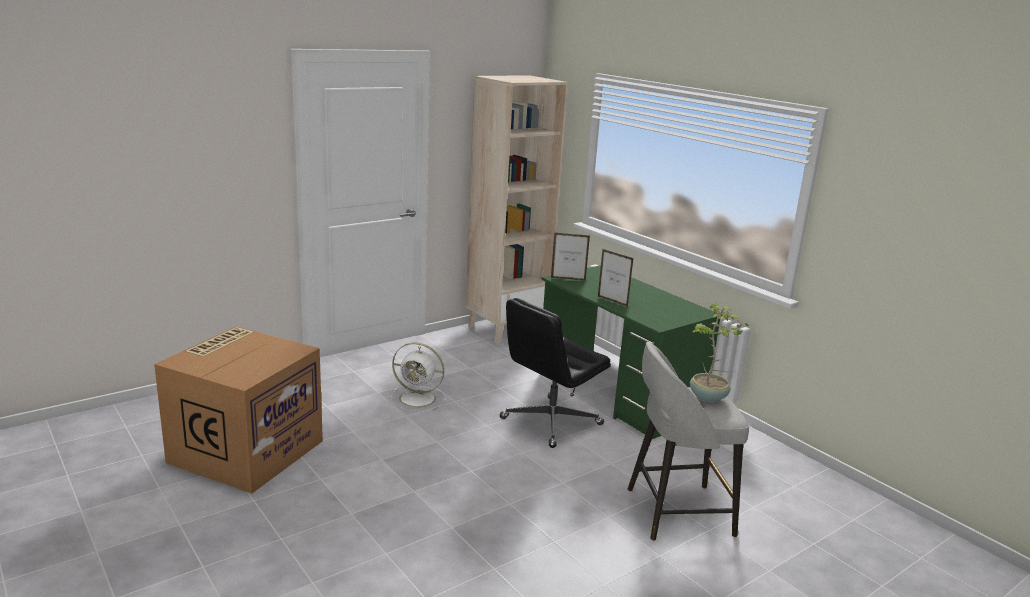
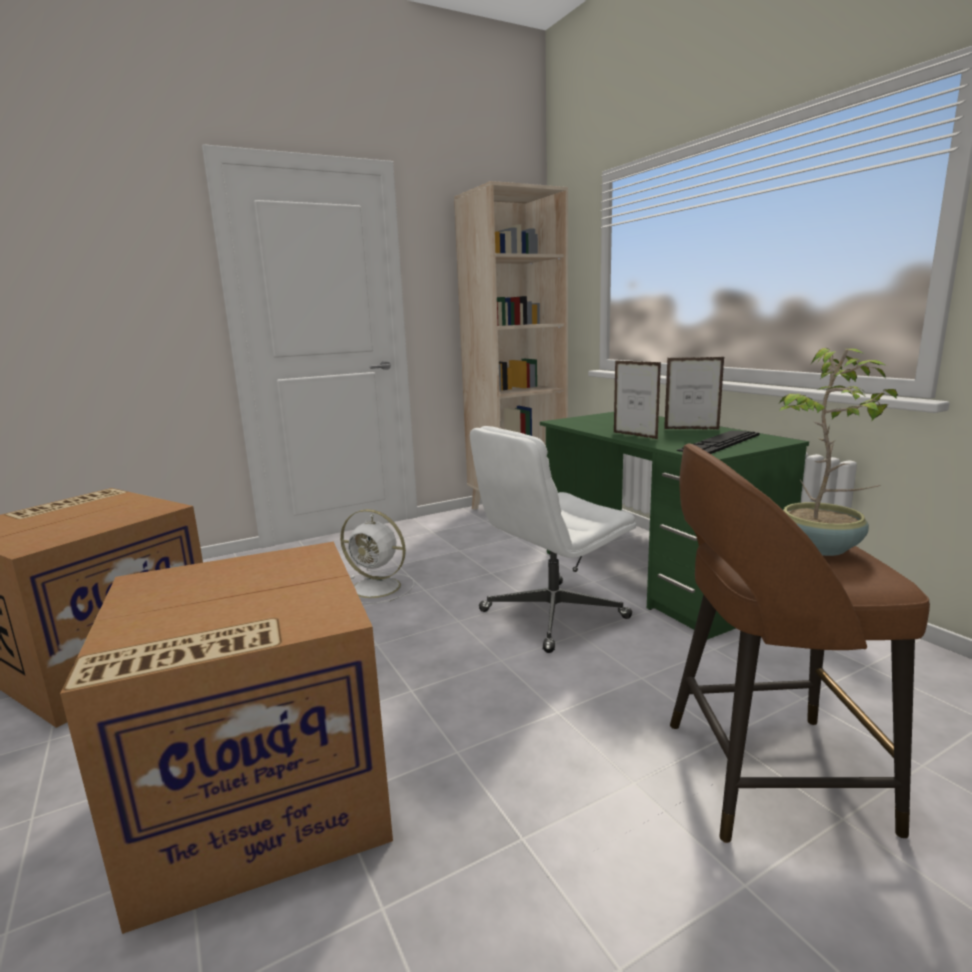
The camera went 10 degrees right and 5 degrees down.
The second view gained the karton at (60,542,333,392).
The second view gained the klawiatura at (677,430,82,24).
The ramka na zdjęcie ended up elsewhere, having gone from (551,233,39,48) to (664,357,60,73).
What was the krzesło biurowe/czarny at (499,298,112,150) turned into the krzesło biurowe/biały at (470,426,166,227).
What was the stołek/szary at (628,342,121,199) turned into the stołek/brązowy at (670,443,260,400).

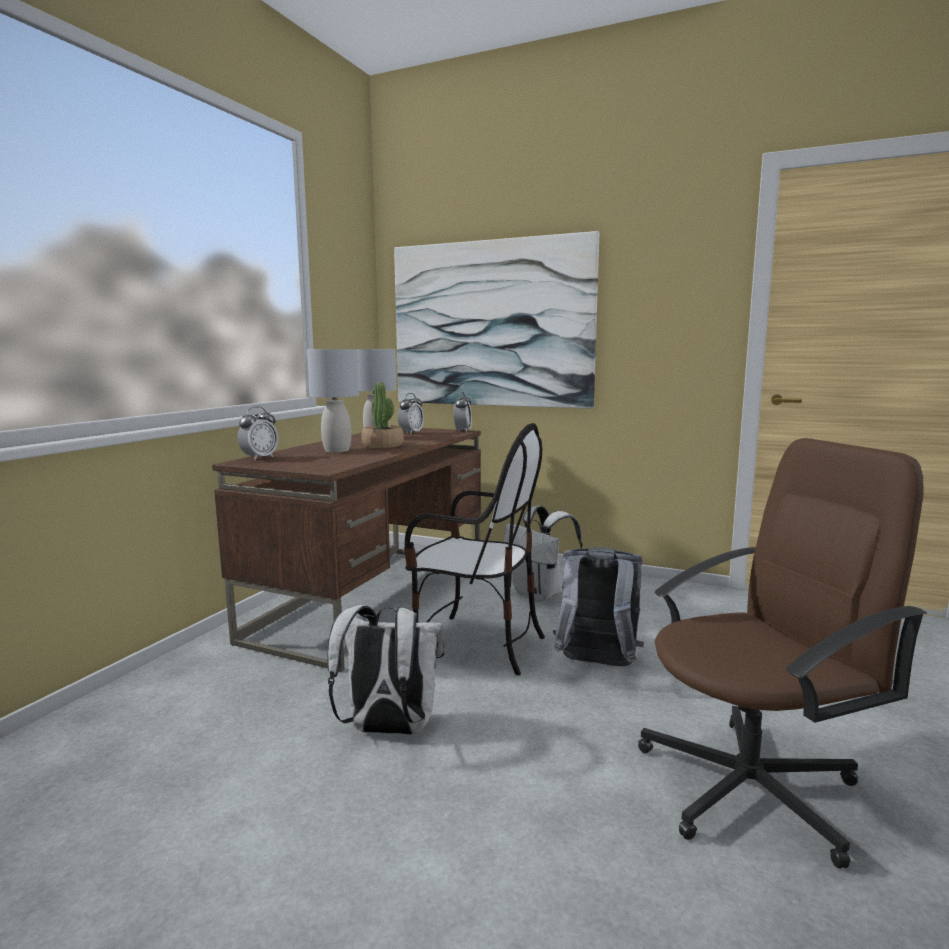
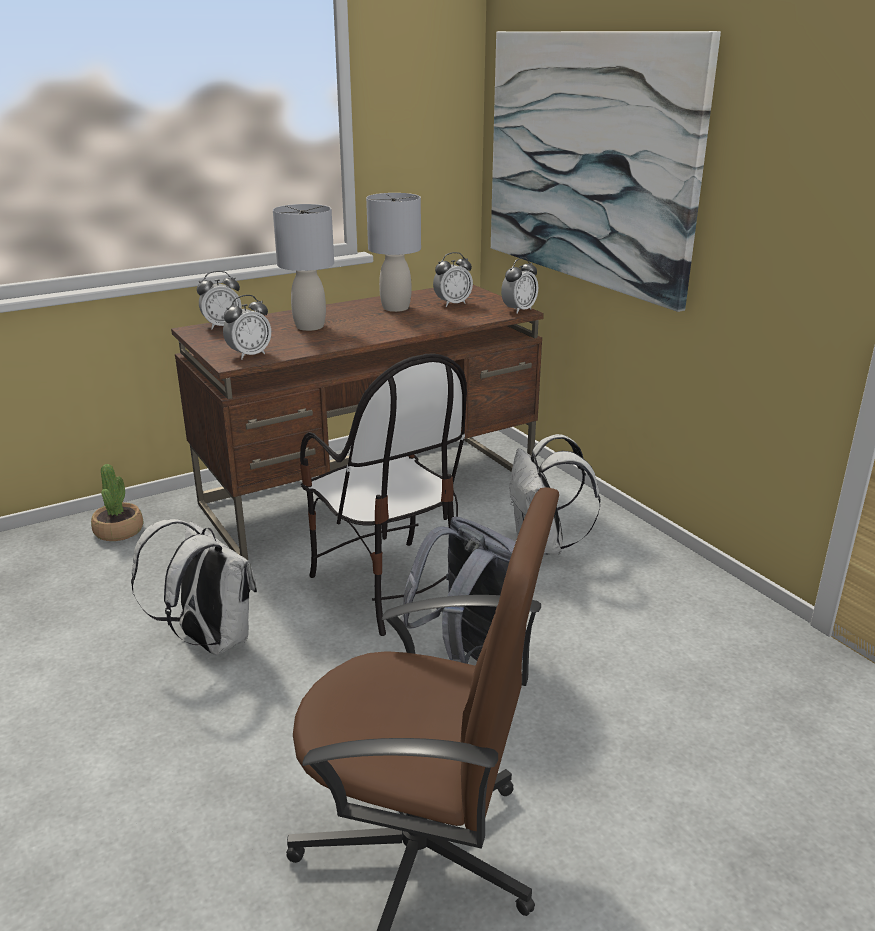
The camera went 35 degrees right and 15 degrees up.
The second view gained the budzik at (223,295,48,65).
The roślina doniczkowa ended up elsewhere, having gone from (361,382,43,66) to (91,464,52,77).

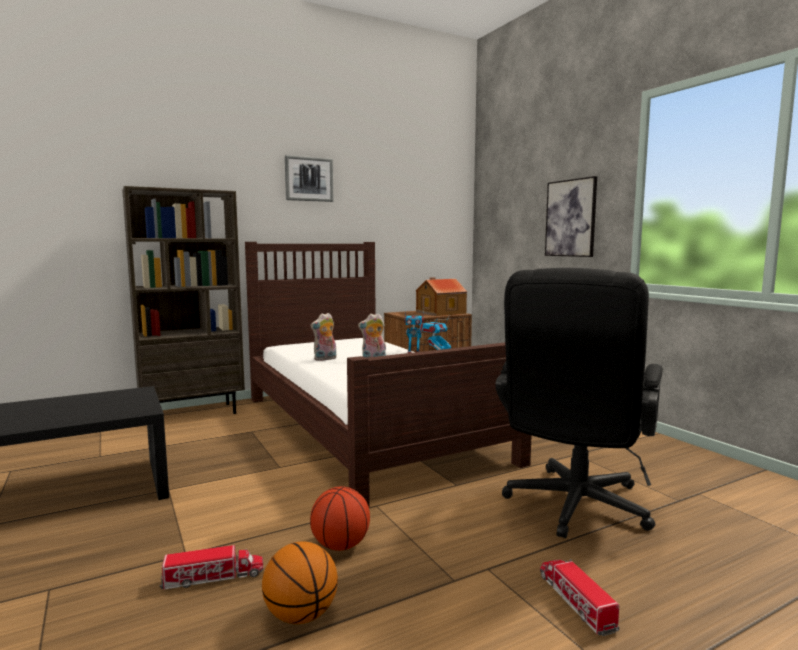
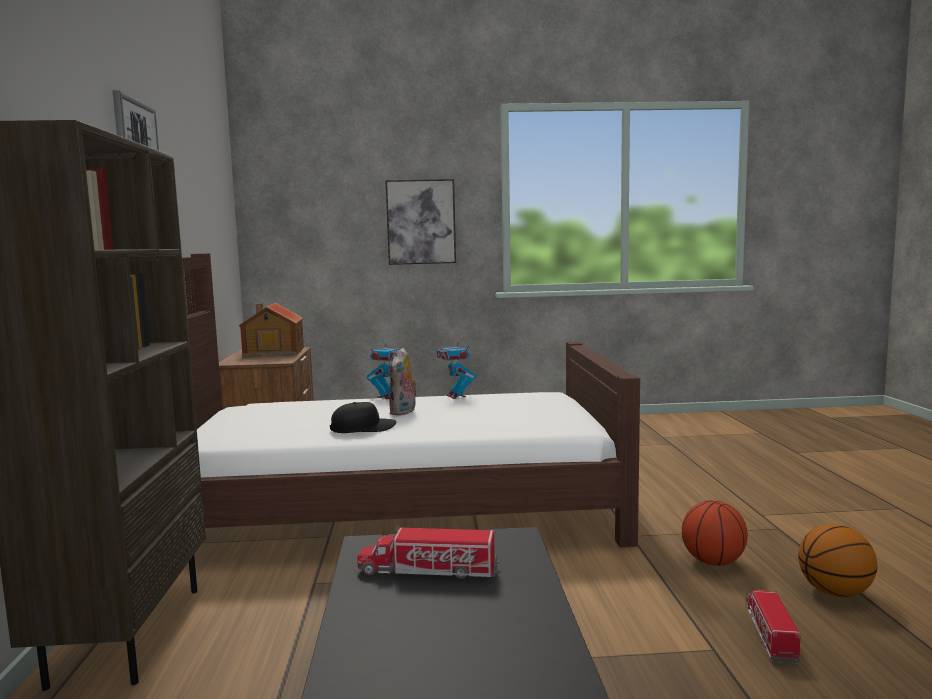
The camera went 65 degrees left and 0 degrees up.
The second view lost the krzesło biurowe/czarny at (495,268,168,270).
The ciężarówka zabawkowa ended up elsewhere, having gone from (540,559,79,77) to (357,527,143,52).
Where the pluszak stood at (310,313,26,48), the czapka z daszkiem/czarny came to stand at (330,402,66,31).

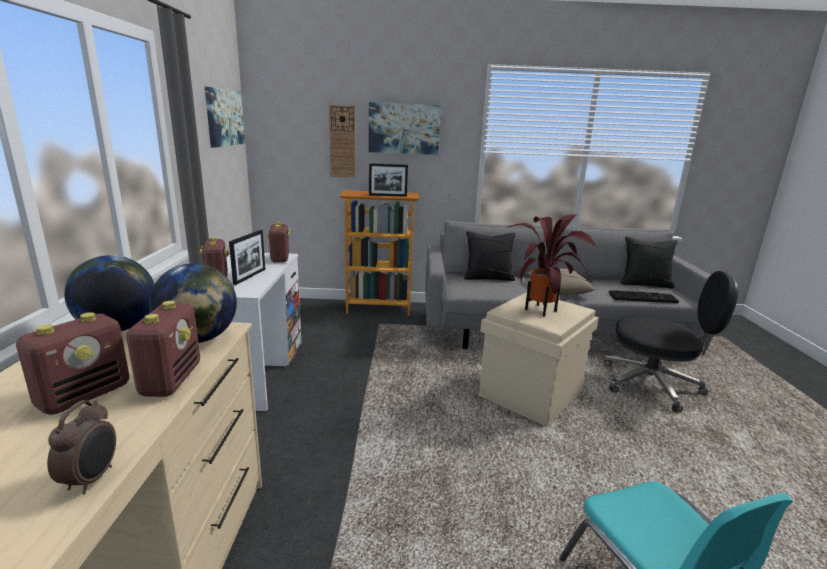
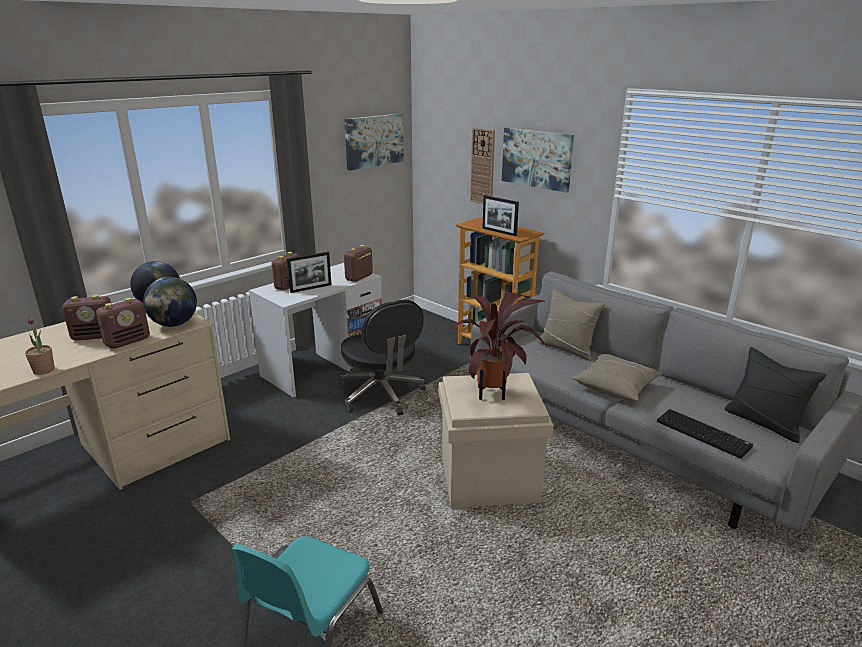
The camera went 45 degrees right and 5 degrees up.
The krzesło biurowe/czarny ended up elsewhere, having gone from (604,271,134,142) to (340,300,86,115).
Where the budzik stood at (47,400,69,94), the roślina doniczkowa came to stand at (25,317,30,58).
What was the poduszka/czarny at (464,231,51,50) turned into the poduszka/beżowy at (538,289,67,72).

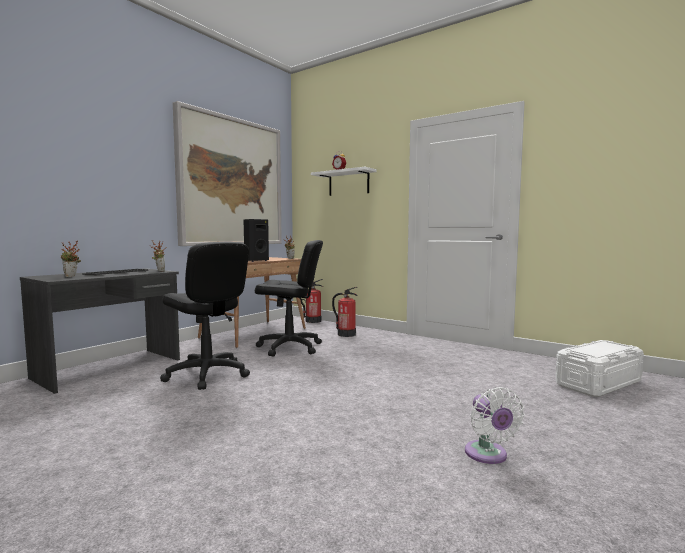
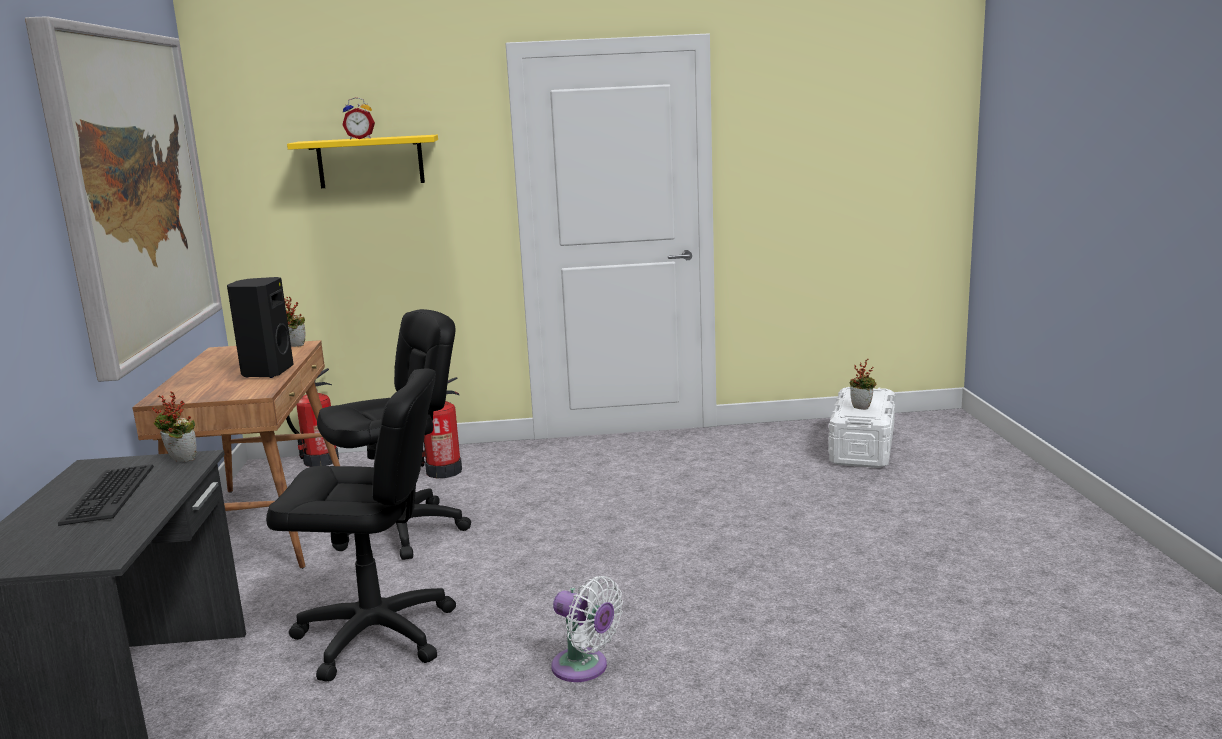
The camera went 40 degrees left and 10 degrees up.
The roślina doniczkowa ended up elsewhere, having gone from (61,241,20,36) to (850,358,27,52).
The wentylator/biały ended up elsewhere, having gone from (465,387,60,77) to (551,576,72,106).
What was the półka/biały at (311,167,66,29) turned into the półka/żółty at (287,135,151,53).

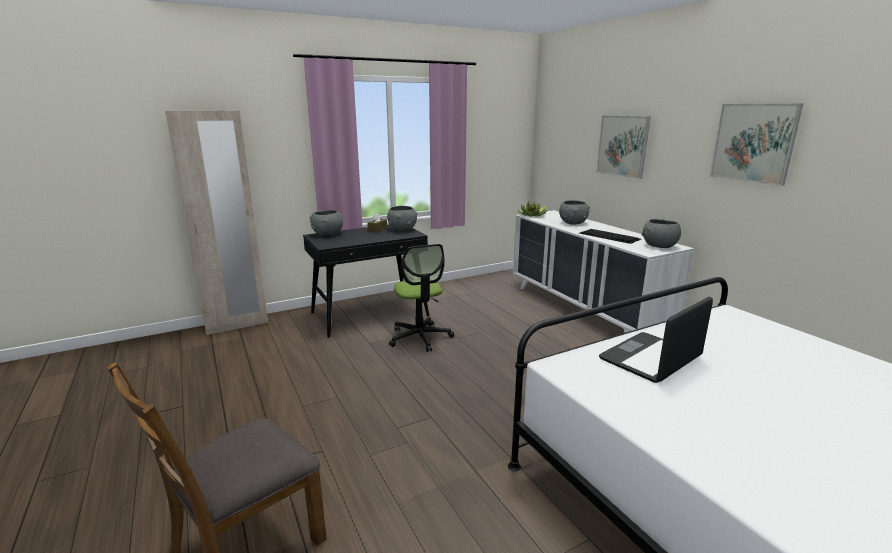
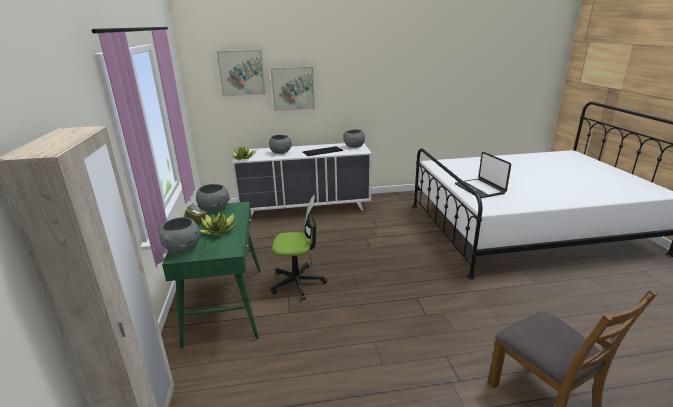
The camera went 70 degrees left and 5 degrees up.
The second view gained the roślina doniczkowa at (200,213,37,23).
The obraz ended up elsewhere, having gone from (710,104,93,82) to (216,50,49,46).
What was the biurko/czarny at (303,225,126,113) turned into the biurko/zielony at (162,201,99,148).

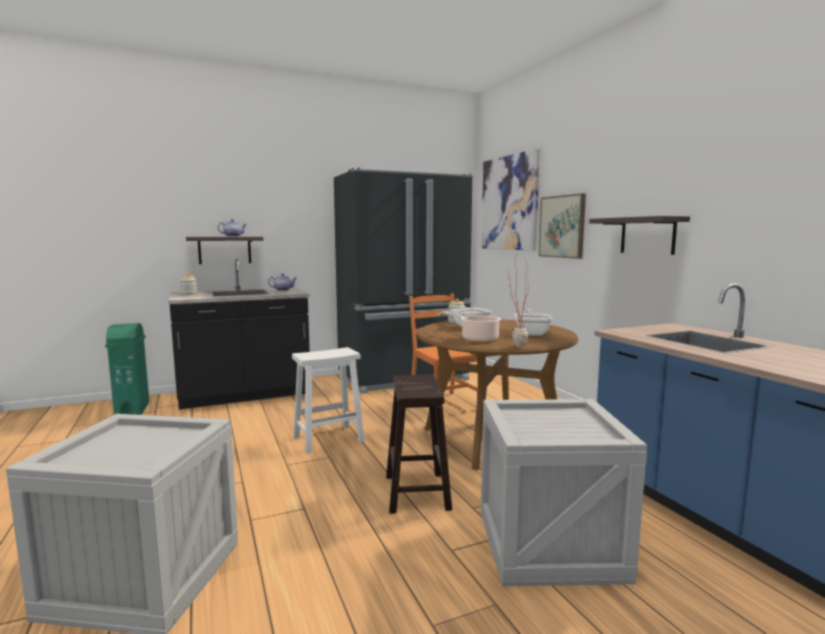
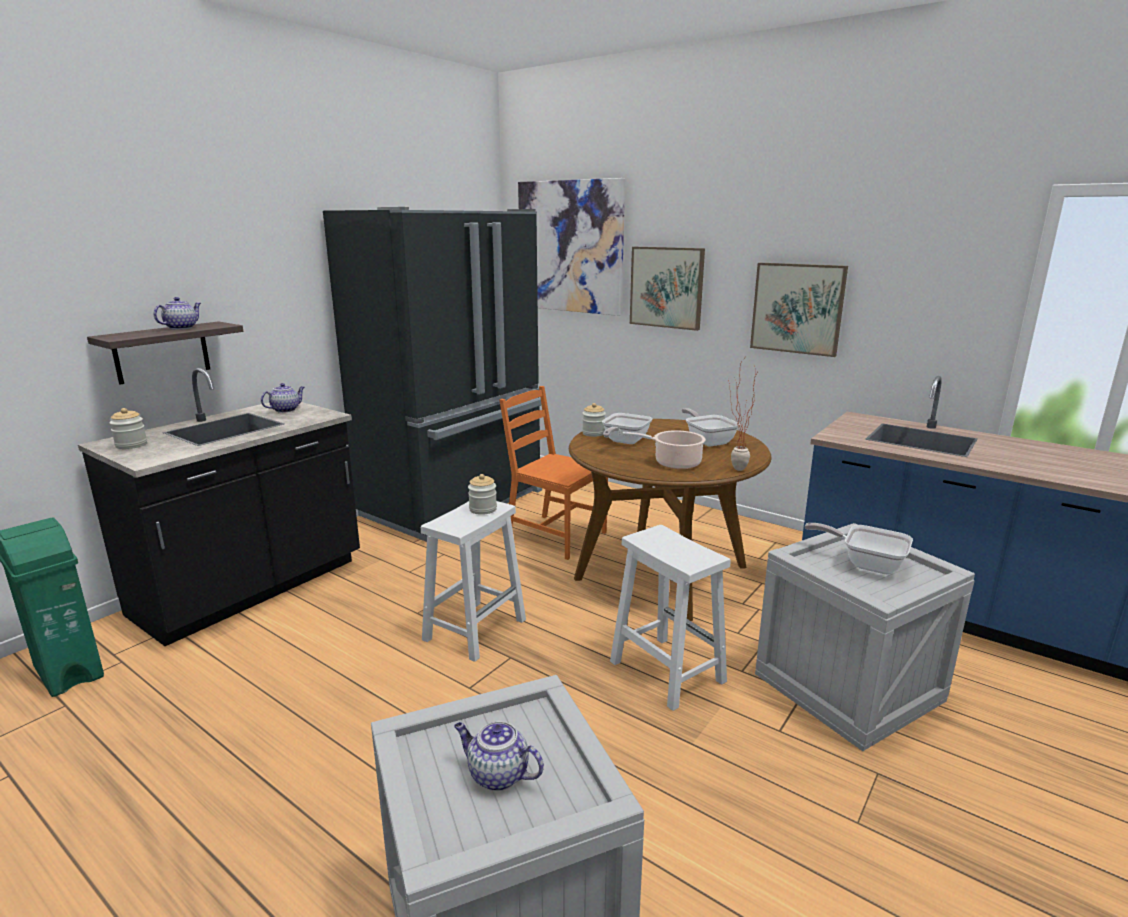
The camera went 30 degrees left and 10 degrees up.
The second view gained the imbryk at (454,721,90,70).
The second view gained the słoik at (468,474,29,41).
The second view gained the patelnia at (804,523,109,51).
Where the półka hung at (589,216,101,39), the obraz came to hang at (750,263,98,94).
What was the stołek/brązowy at (386,375,66,139) turned into the stołek/biały at (610,525,120,186).

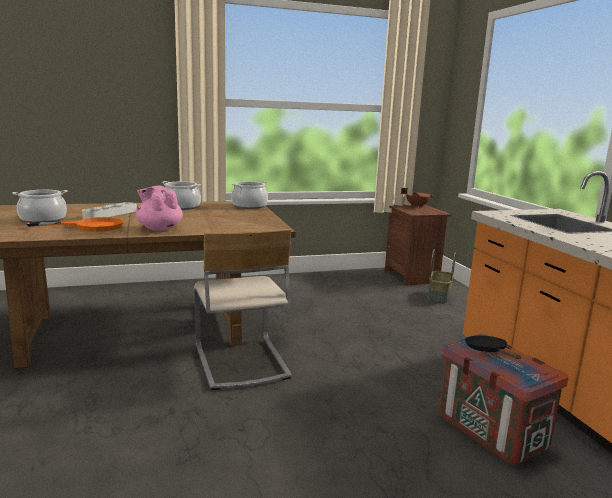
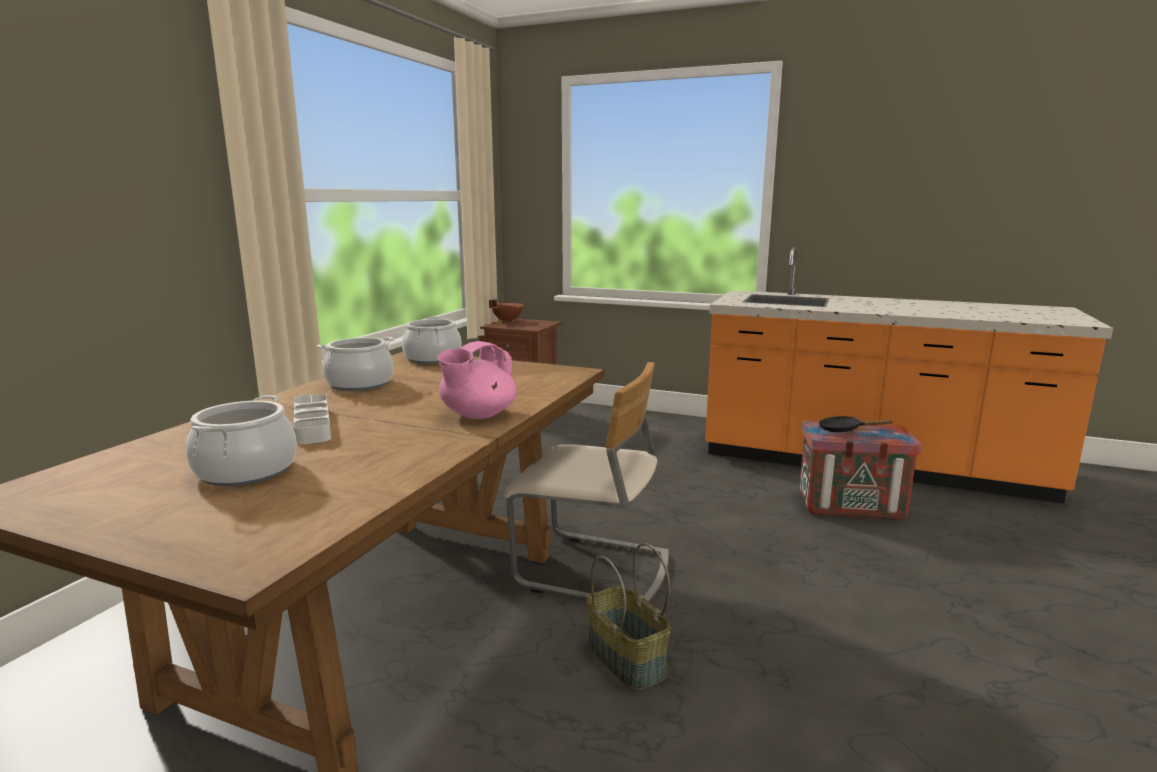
The camera went 50 degrees left and 0 degrees up.
The second view lost the patelnia/pomarańczowy at (27,217,97,15).
The koszyk ended up elsewhere, having gone from (428,249,28,54) to (587,543,84,147).
The imbryk/różowy at (136,185,47,46) ended up facing another way, 45 degrees counterclockwise from before.

